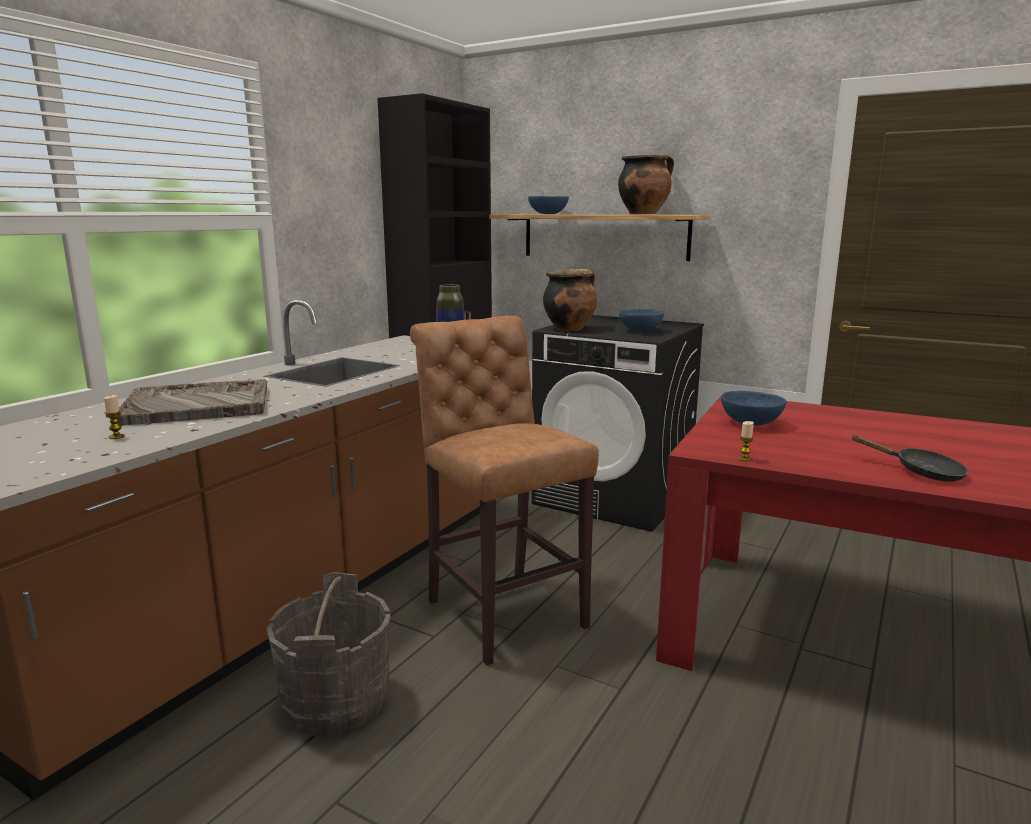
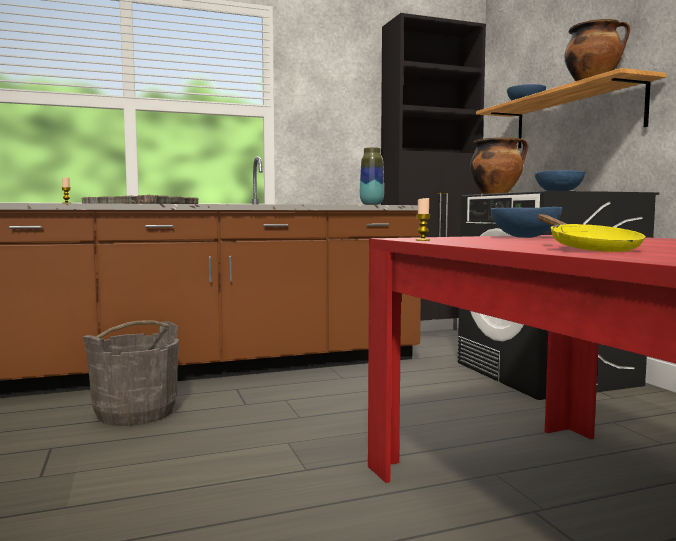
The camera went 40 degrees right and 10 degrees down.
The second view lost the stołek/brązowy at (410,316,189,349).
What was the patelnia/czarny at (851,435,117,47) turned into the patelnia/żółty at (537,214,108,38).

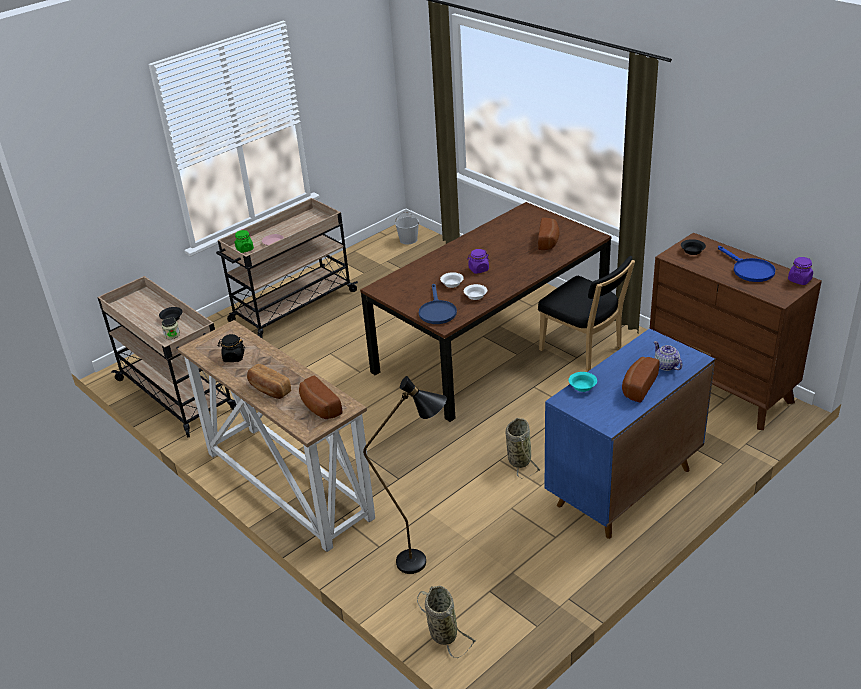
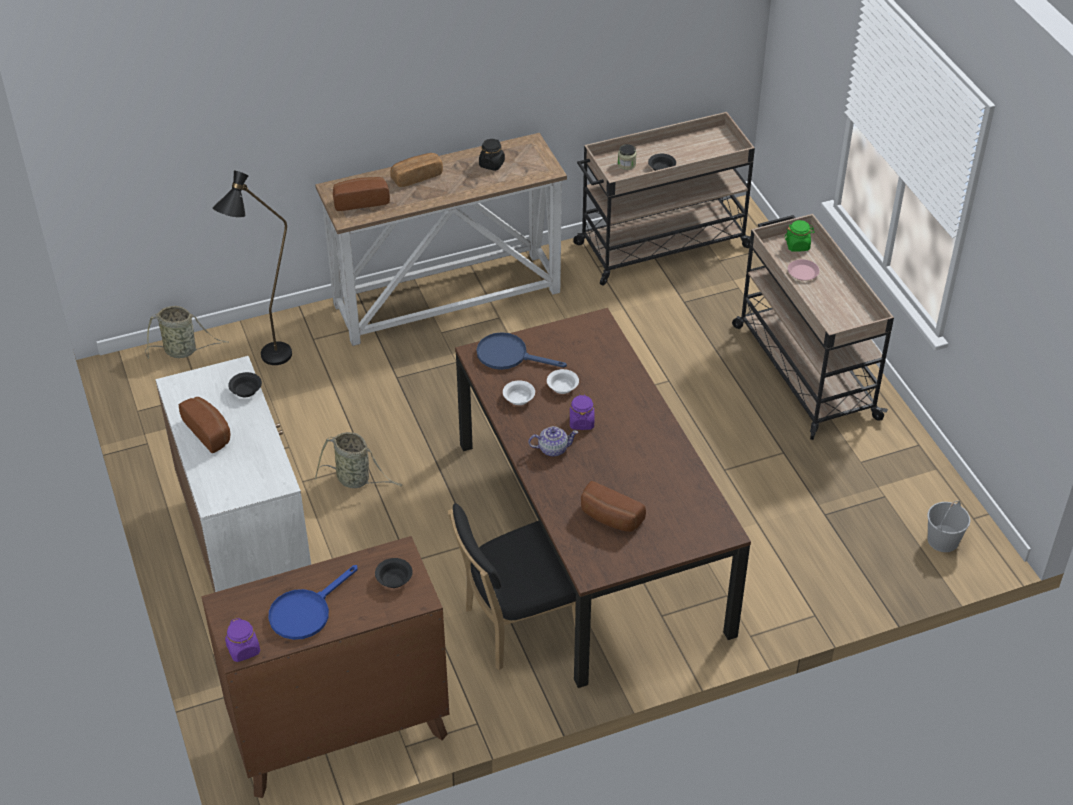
The camera went 110 degrees right and 10 degrees up.
The imbryk ended up elsewhere, having gone from (654,341,28,30) to (528,426,50,31).
What was the szafka/niebieski at (544,328,171,211) turned into the szafka/biały at (155,356,156,237).
What was the miska/turkusowy at (569,372,28,20) turned into the miska/czarny at (228,372,34,25).
The patelnia/niebieski at (718,246,57,36) ended up facing another way, 45 degrees counterclockwise from before.

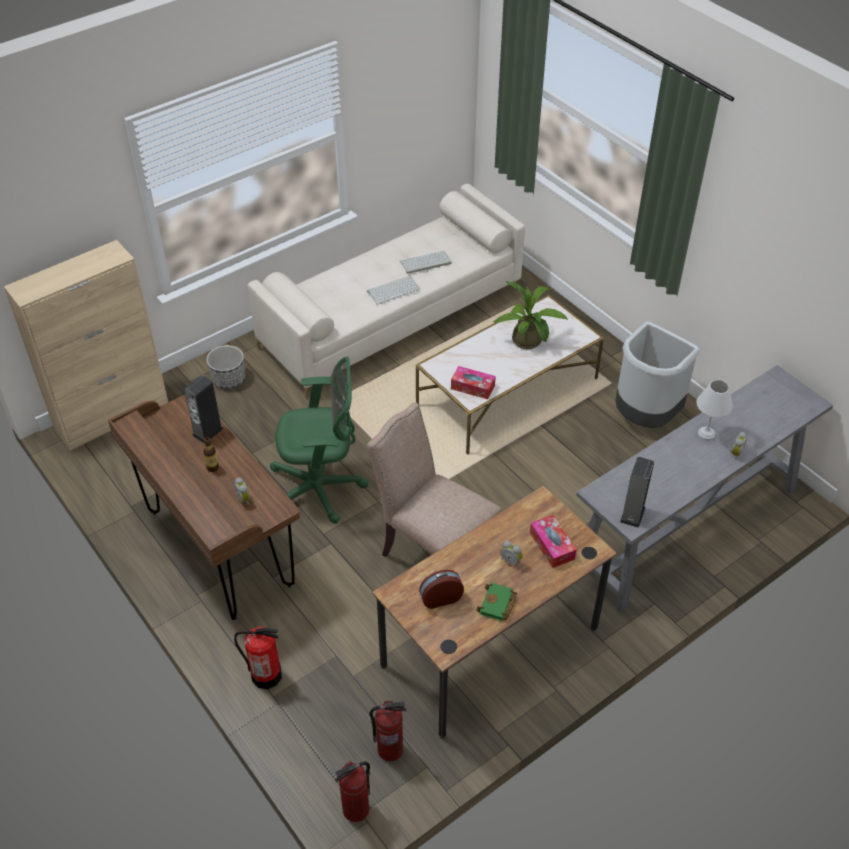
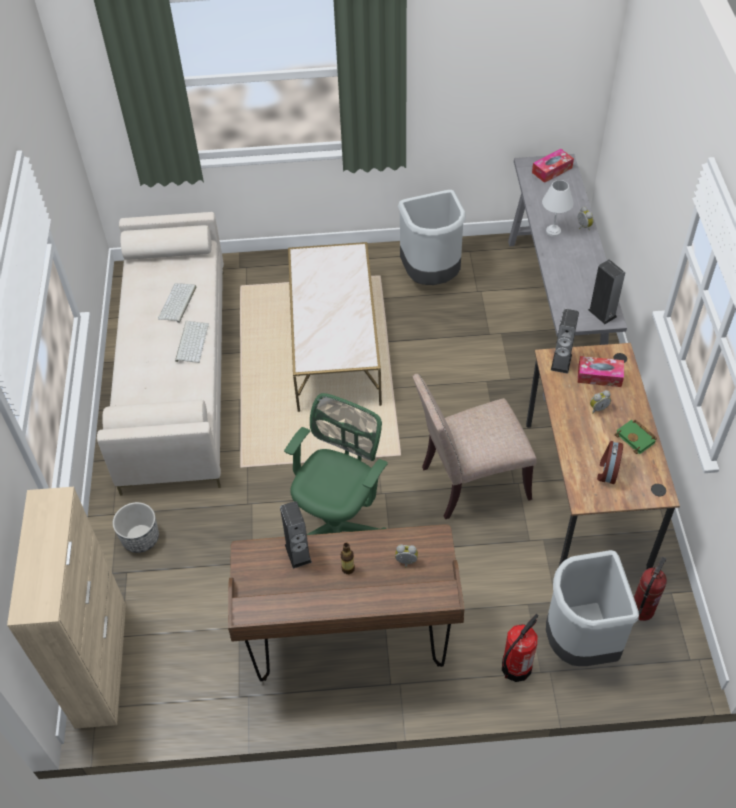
The camera went 55 degrees left and 5 degrees up.
The second view lost the gaśnica at (335,761,35,61).
The second view lost the roślina doniczkowa at (493,281,75,68).
The second view gained the kosz na śmieci/szary at (546,550,93,116).
The second view gained the głośnik at (551,309,28,65).
The pudełko chusteczek ended up elsewhere, having gone from (451,366,45,33) to (532,149,42,34).

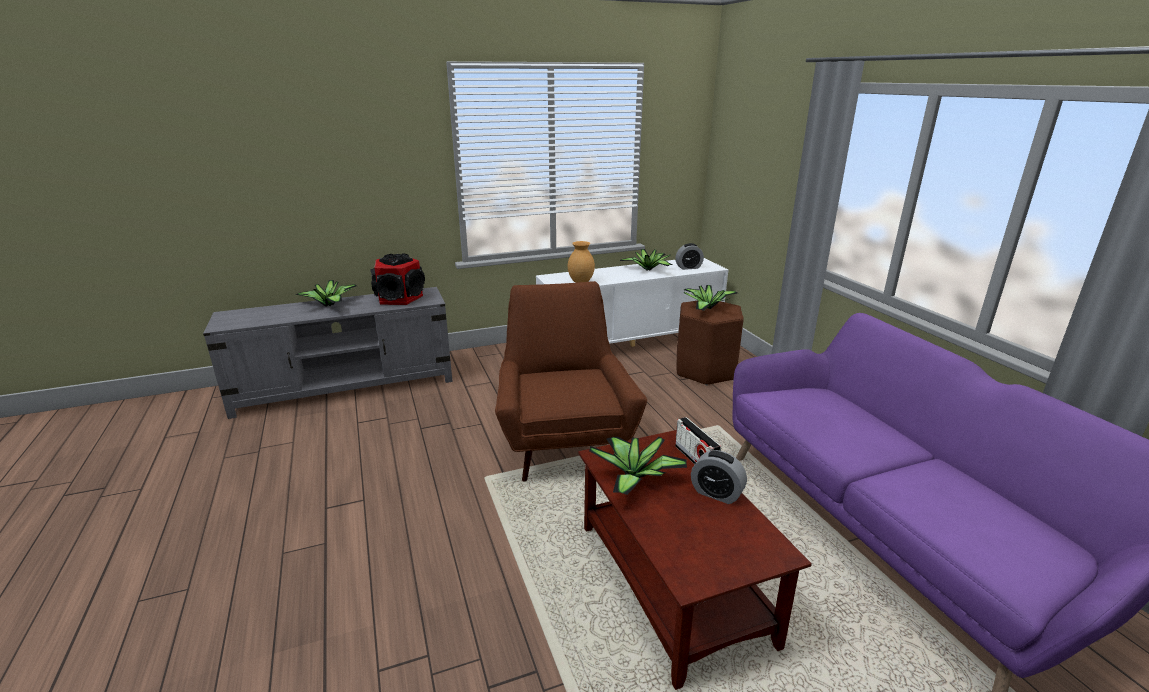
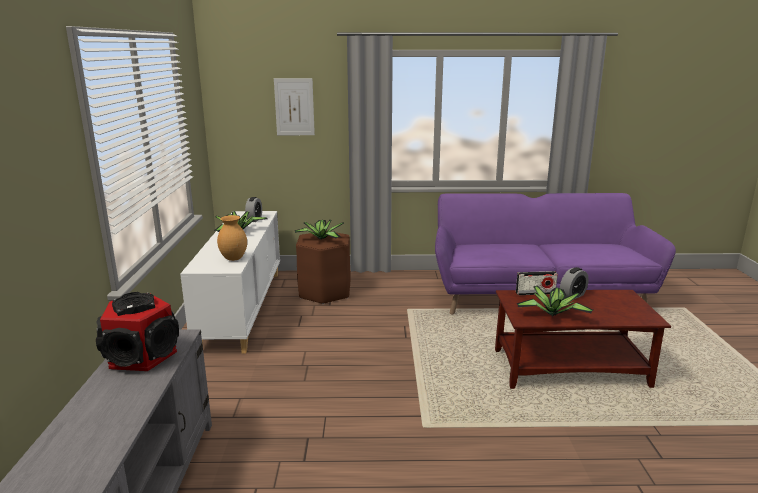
The camera went 70 degrees left and 5 degrees down.
The second view lost the roślina doniczkowa at (296,280,61,27).
The second view lost the fotel/brązowy at (495,281,152,201).
The second view gained the obraz at (274,78,41,57).

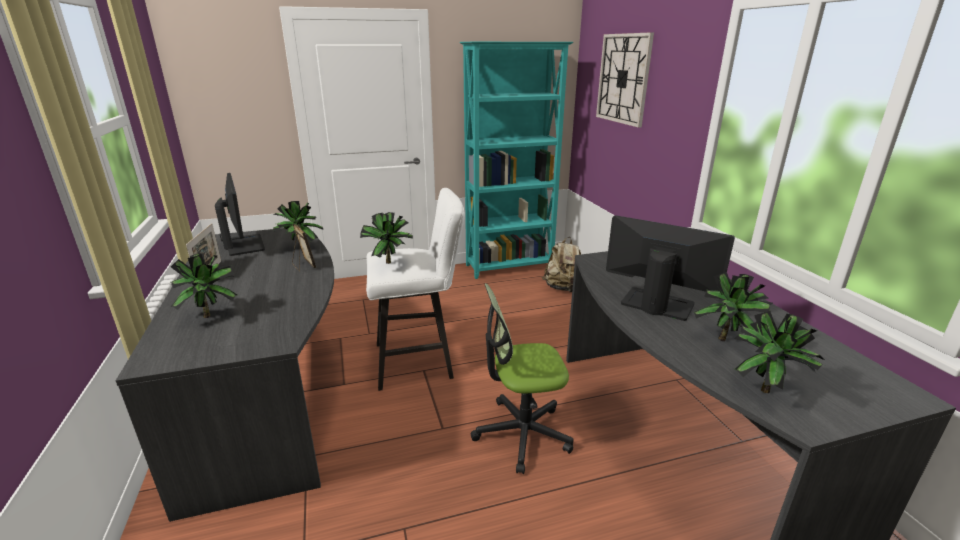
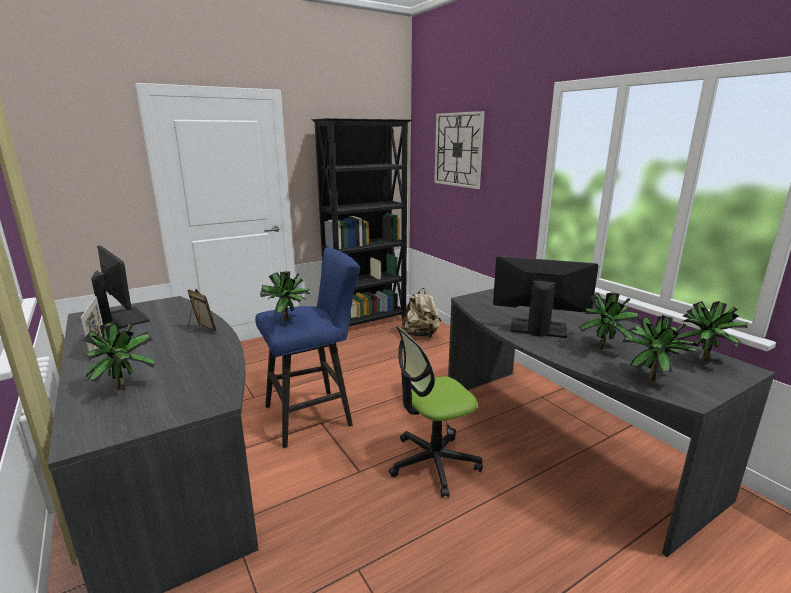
The camera went 15 degrees left and 5 degrees down.
The roślina doniczkowa ended up elsewhere, having gone from (273,201,50,41) to (676,301,72,60).
What was the stołek/biały at (366,188,99,203) turned into the stołek/niebieski at (255,247,105,201).
What was the regał/turkusowy at (460,42,113,237) turned into the regał/czarny at (311,118,101,208).

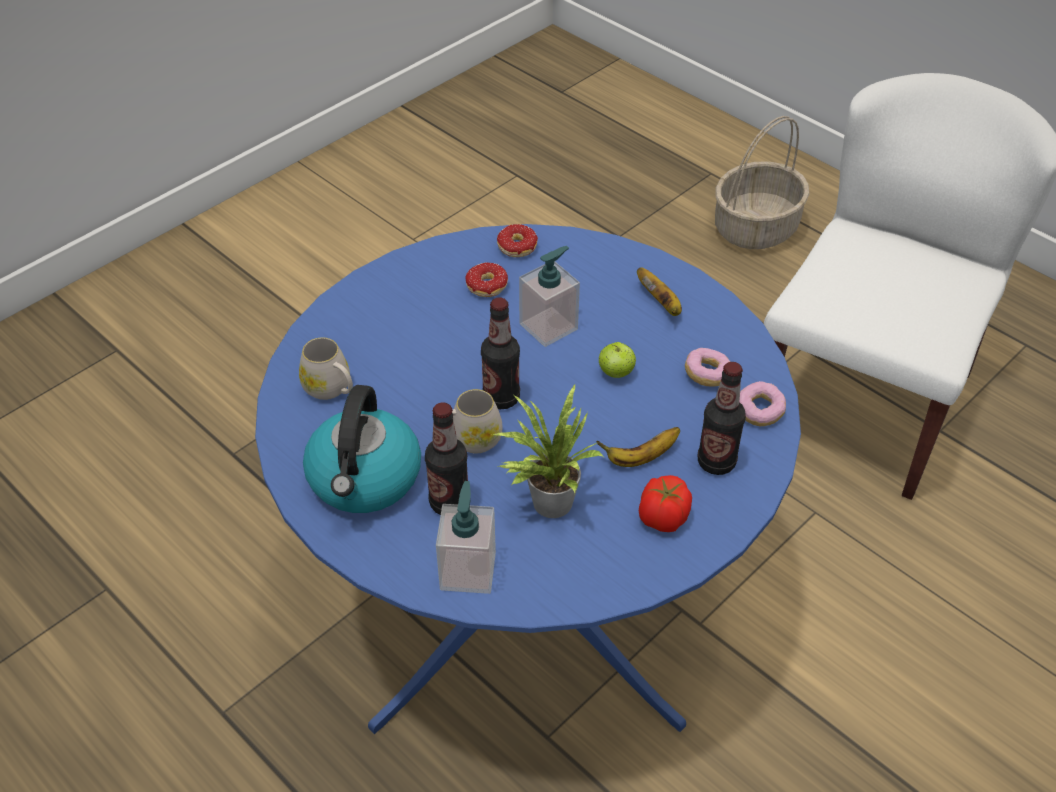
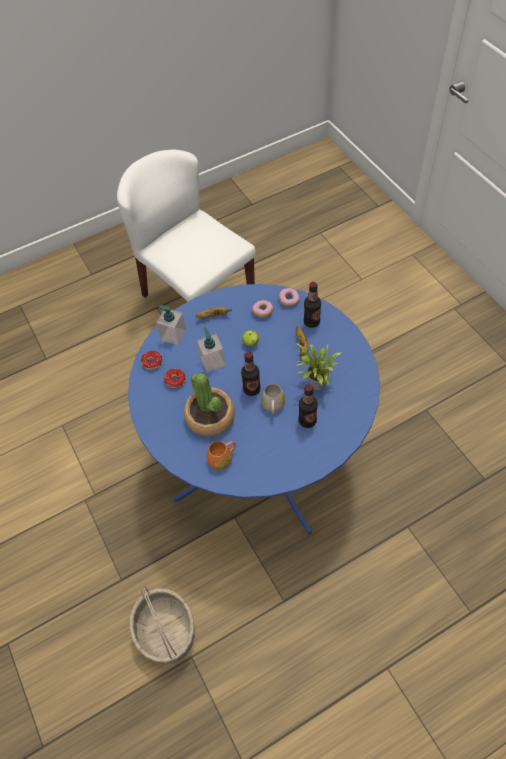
The camera went 70 degrees left and 10 degrees up.
The second view lost the czajnik at (303,385,118,128).
The second view lost the pomidor at (639,475,53,57).
The second view gained the roślina doniczkowa at (184,373,51,64).
The dozownik mydła ended up elsewhere, having gone from (436,481,60,113) to (156,305,30,40).
The koszyk ended up elsewhere, having gone from (715,116,94,133) to (129,586,66,78).
What was the kubek/biały at (299,337,54,63) turned into the kubek/pomarańczowy at (207,441,29,29).

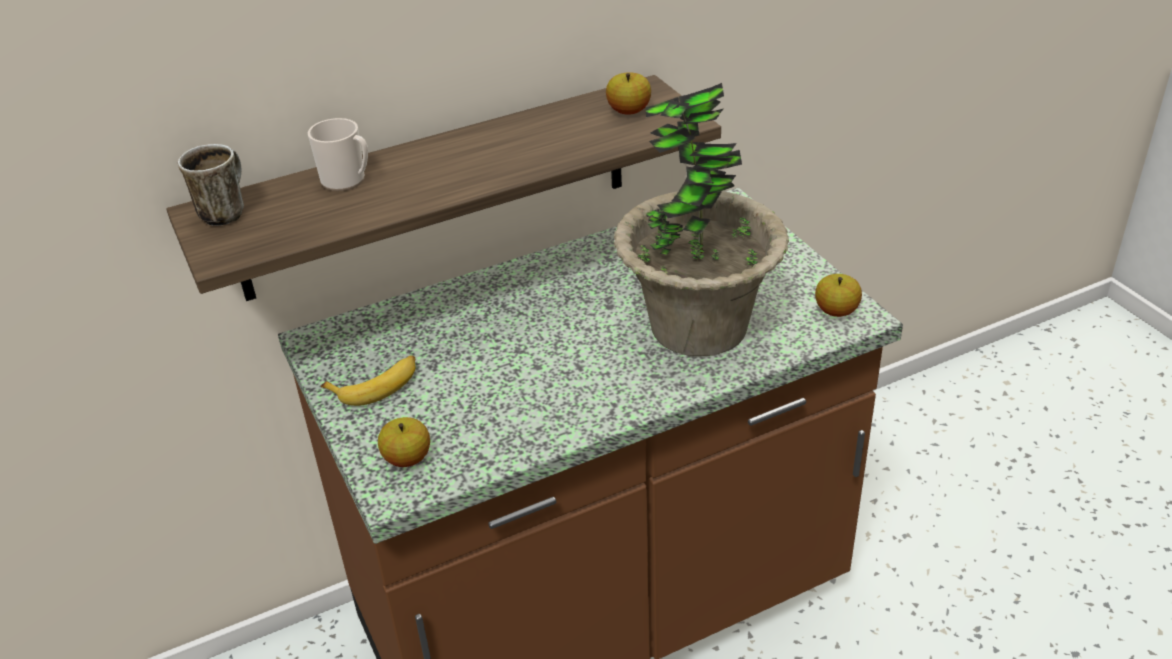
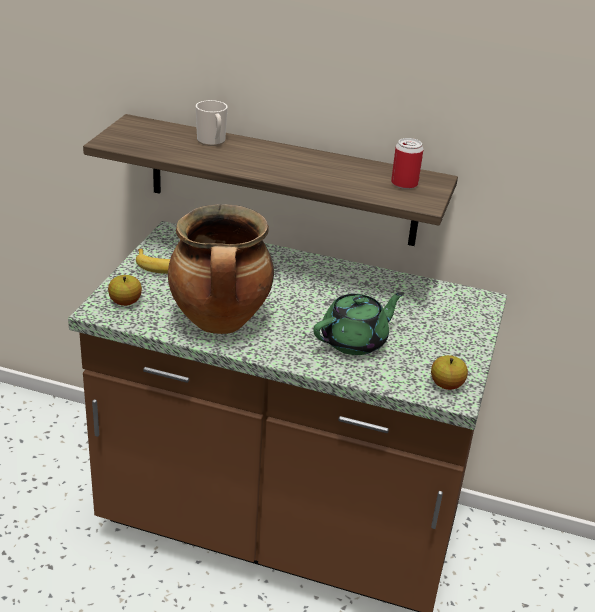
The camera went 40 degrees right and 5 degrees down.
The second view lost the kubek at (178,144,66,82).
The second view gained the garnek at (168,204,106,130).
Where the jabłko stood at (606,72,45,43), the puszka came to stand at (391,138,33,51).
Where the roślina doniczkowa stood at (614,83,175,273), the imbryk/zielony came to stand at (313,292,91,63).

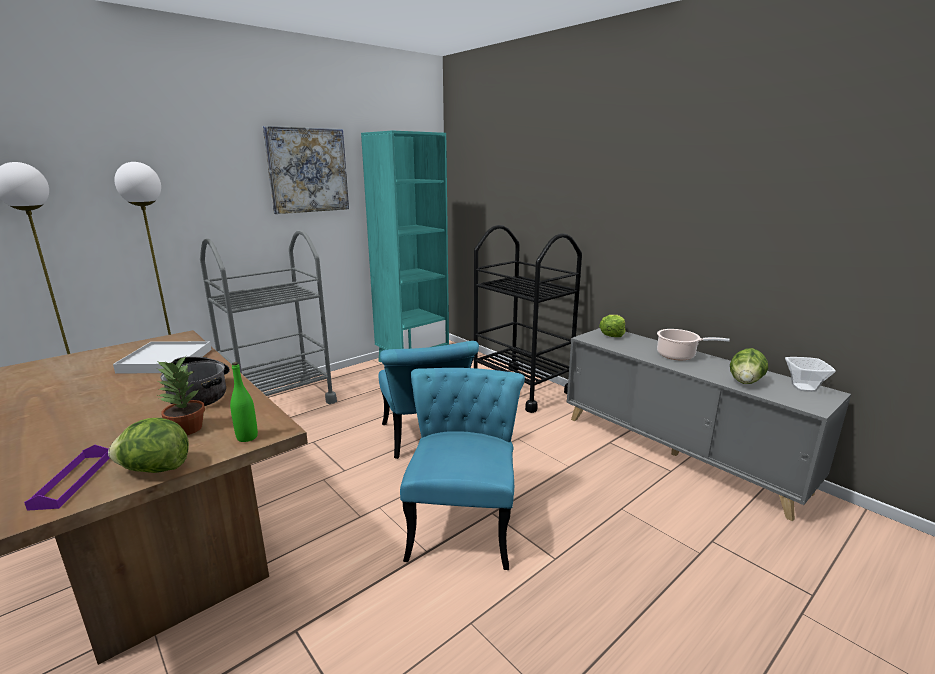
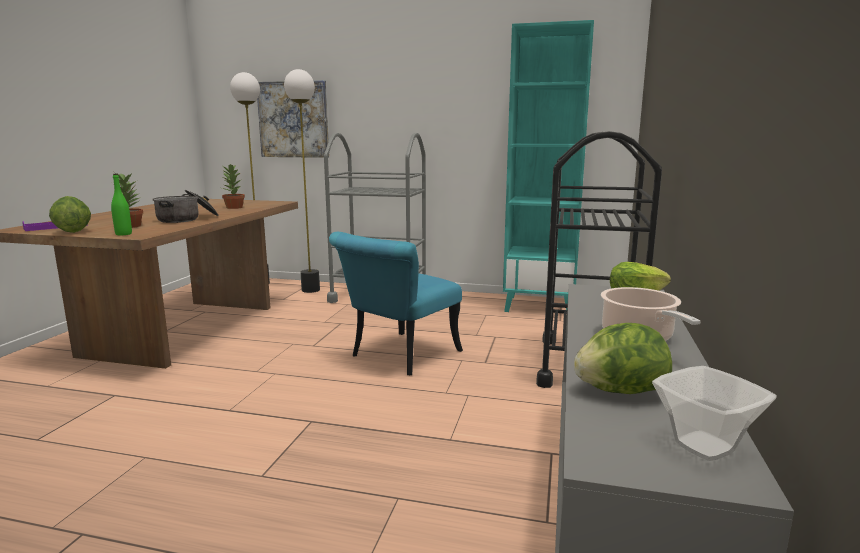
The camera went 55 degrees right and 5 degrees down.
The second view lost the krzesło/turkusowy at (400,368,125,202).
The obraz ended up elsewhere, having gone from (263,126,86,88) to (257,80,72,78).
Where the taca/biały stood at (113,341,99,33), the roślina doniczkowa came to stand at (222,164,23,45).

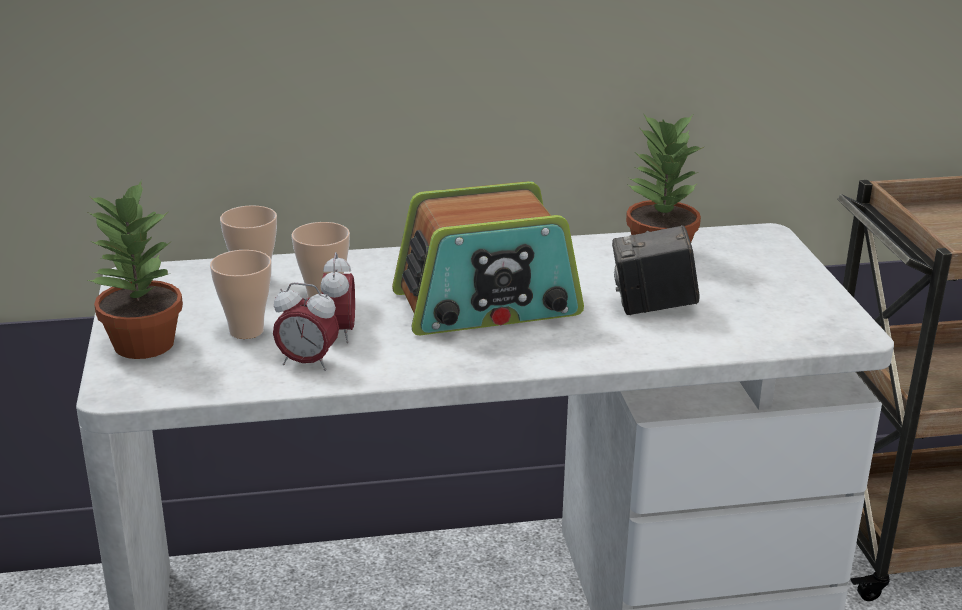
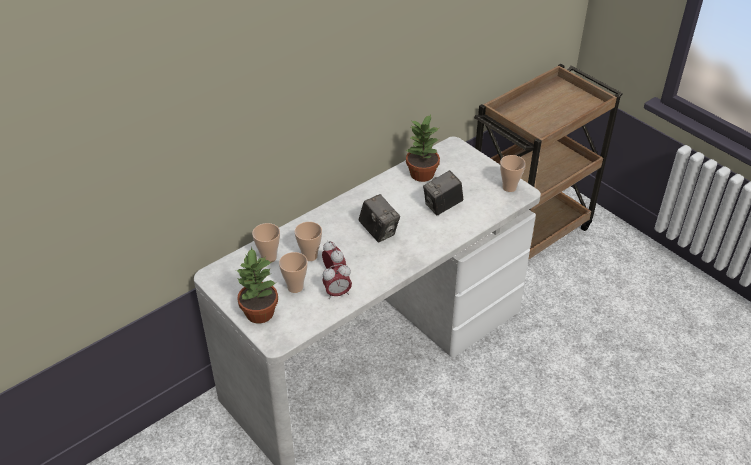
The camera went 30 degrees left and 15 degrees up.
The second view gained the filiżanka at (500,155,26,37).
Where the radio stood at (392,181,192,154), the aparat fotograficzny came to stand at (359,194,41,48).

